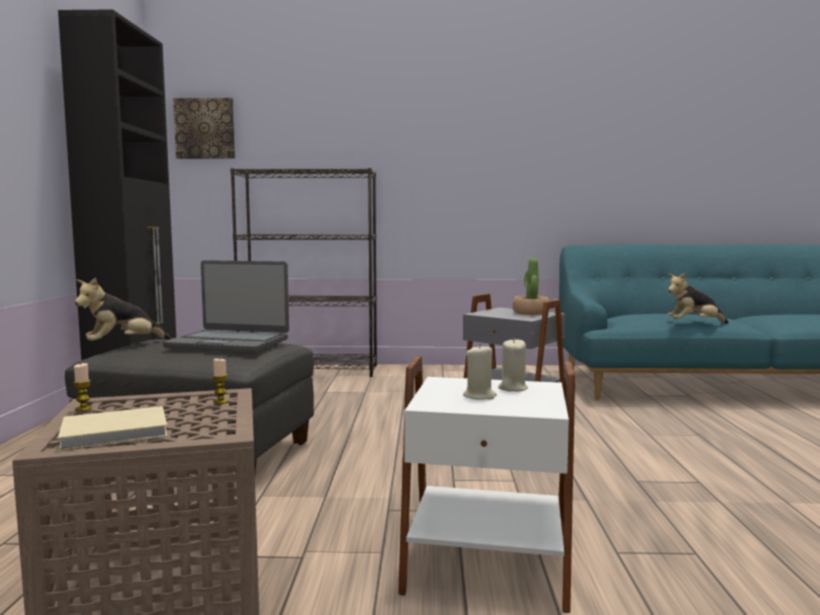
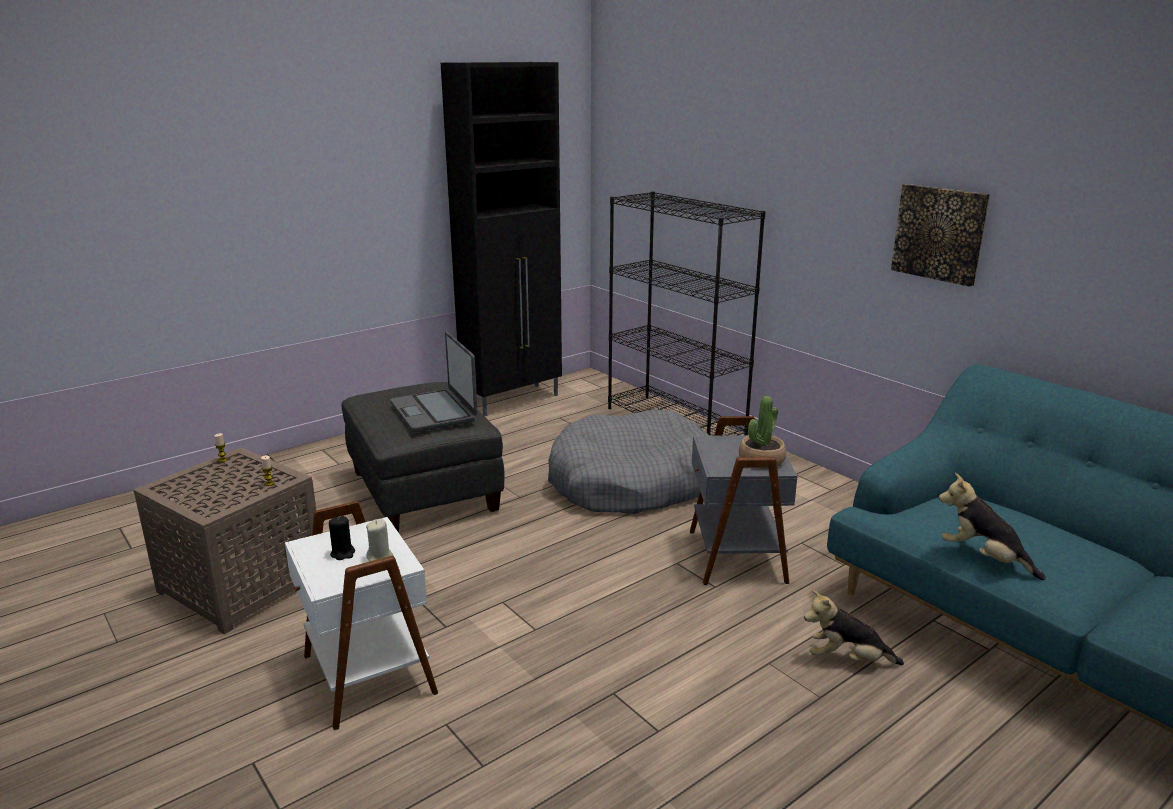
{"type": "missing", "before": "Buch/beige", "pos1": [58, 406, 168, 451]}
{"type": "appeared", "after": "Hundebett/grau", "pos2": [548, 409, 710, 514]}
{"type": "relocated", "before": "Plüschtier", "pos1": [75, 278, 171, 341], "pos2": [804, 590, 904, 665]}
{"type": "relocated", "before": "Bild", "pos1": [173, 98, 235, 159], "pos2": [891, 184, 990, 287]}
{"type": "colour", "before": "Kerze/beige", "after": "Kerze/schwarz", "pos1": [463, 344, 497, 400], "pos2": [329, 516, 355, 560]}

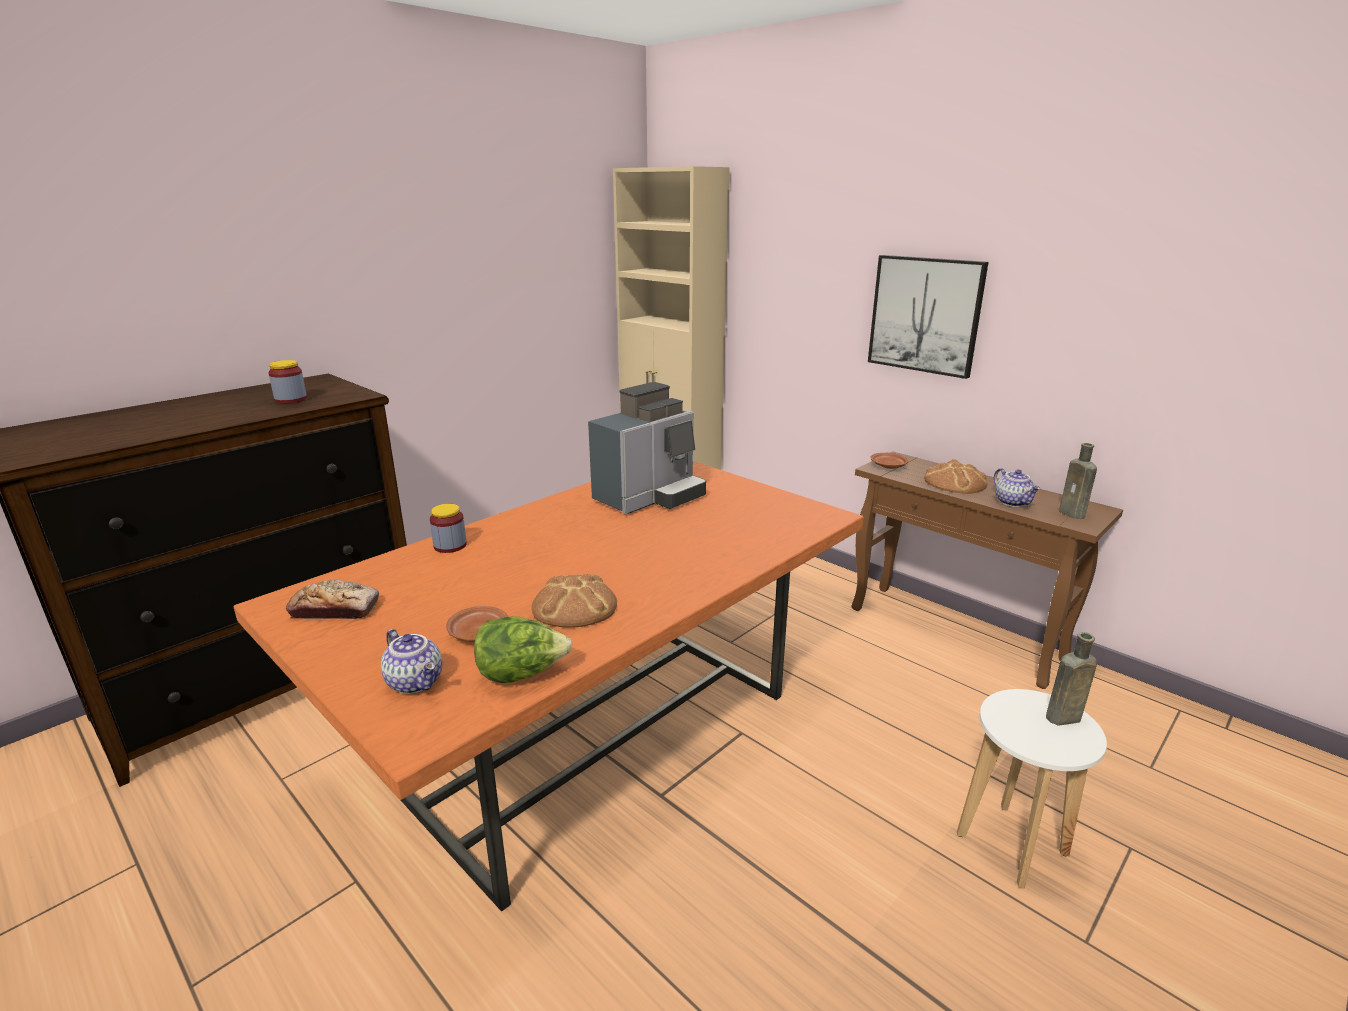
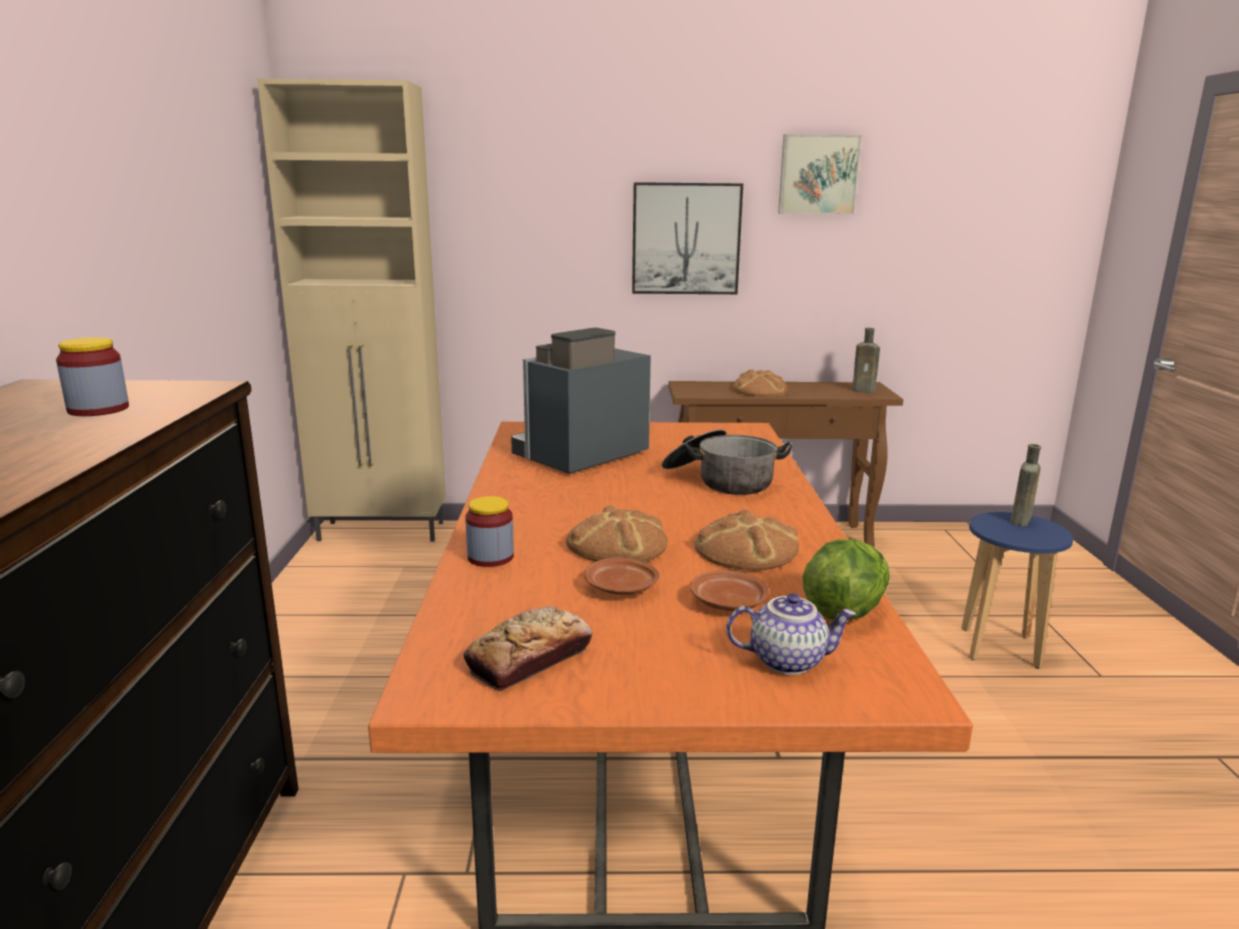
{"type": "missing", "before": "Teekanne", "pos1": [993, 468, 1041, 507]}
{"type": "appeared", "after": "Brot", "pos2": [566, 505, 668, 562]}
{"type": "appeared", "after": "Kochtopf", "pos2": [662, 430, 792, 495]}
{"type": "appeared", "after": "Bild", "pos2": [778, 134, 862, 215]}
{"type": "relocated", "before": "Teller/braun", "pos1": [870, 453, 908, 469], "pos2": [584, 557, 659, 595]}
{"type": "colour", "before": "Hocker/weiß", "after": "Hocker/blau", "pos1": [957, 689, 1107, 889], "pos2": [961, 512, 1073, 669]}
{"type": "spun", "before": "Kaffeemaschine", "pos1": [588, 382, 706, 514], "pos2": [511, 328, 651, 474], "turn": -135}

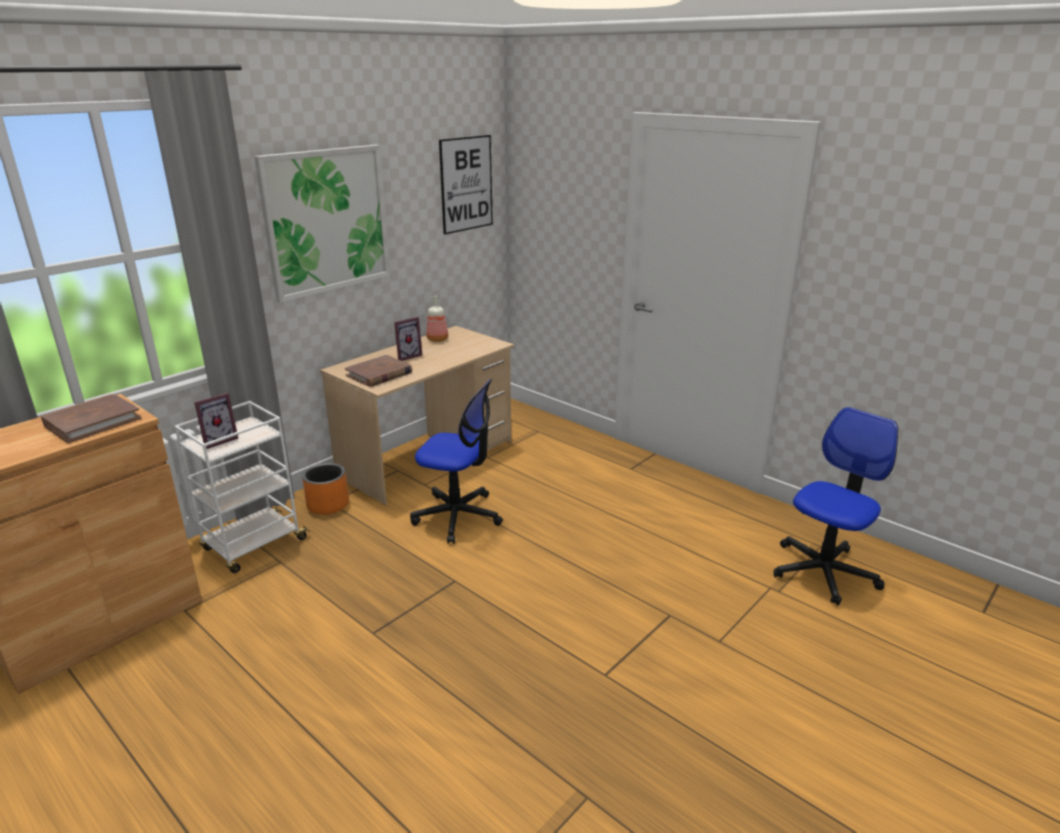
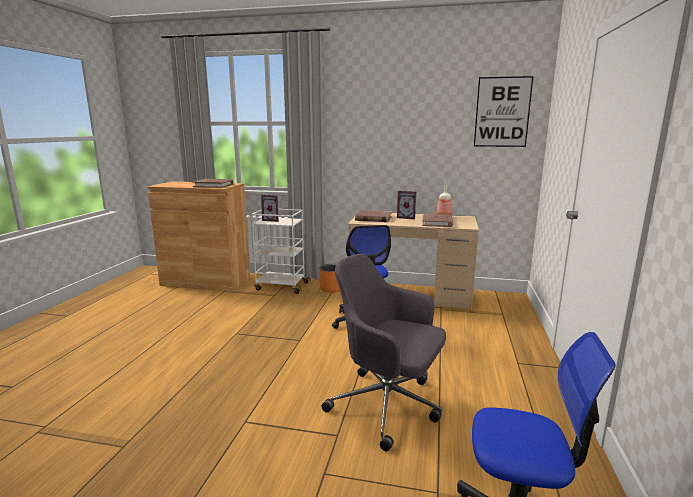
{"type": "missing", "before": "Bild", "pos1": [254, 145, 391, 303]}
{"type": "appeared", "after": "Bürostuhl/grau", "pos2": [322, 254, 446, 451]}
{"type": "appeared", "after": "Buch/braun", "pos2": [422, 214, 453, 227]}

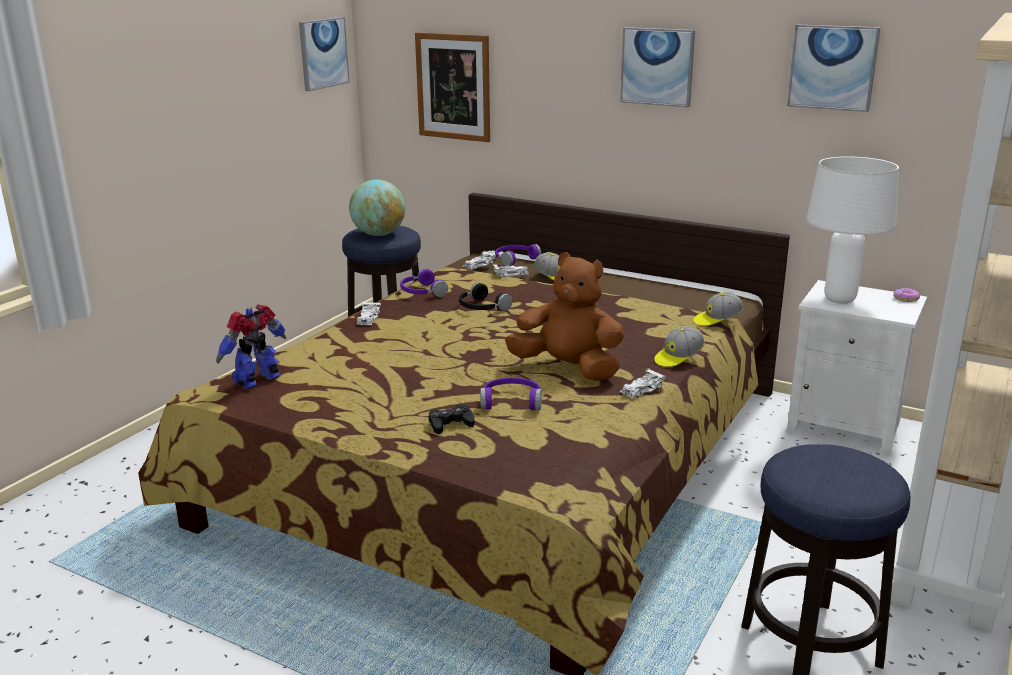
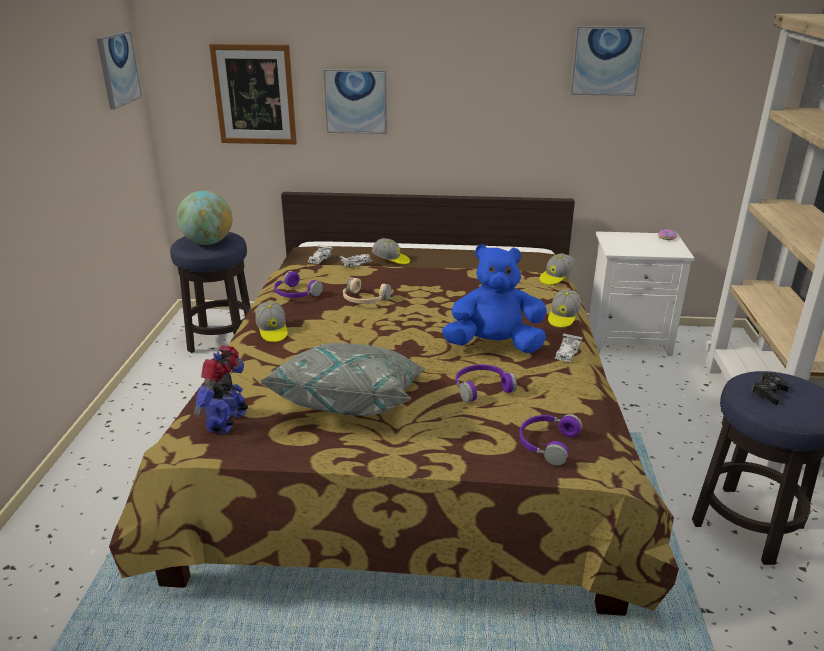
{"type": "missing", "before": "Tischlampe/weiß", "pos1": [806, 156, 899, 304]}
{"type": "appeared", "after": "Kissen/grau", "pos2": [259, 343, 426, 416]}
{"type": "relocated", "before": "Gamepad/schwarz", "pos1": [429, 404, 474, 434], "pos2": [751, 373, 789, 405]}
{"type": "relocated", "before": "Kopfhörer/lila", "pos1": [495, 244, 541, 266], "pos2": [519, 414, 582, 466]}
{"type": "relocated", "before": "Bild", "pos1": [620, 27, 695, 107], "pos2": [323, 69, 387, 134]}
{"type": "exchanged", "before": "Spielzeugauto/weiß", "after": "Kappe", "pos1": [356, 302, 381, 325], "pos2": [255, 302, 288, 342]}
{"type": "colour", "before": "Kopfhörer/schwarz", "after": "Kopfhörer/beige", "pos1": [459, 283, 513, 311], "pos2": [343, 277, 391, 304]}
{"type": "colour", "before": "Plüschtier/braun", "after": "Plüschtier/blau", "pos1": [505, 252, 624, 381], "pos2": [442, 244, 547, 353]}

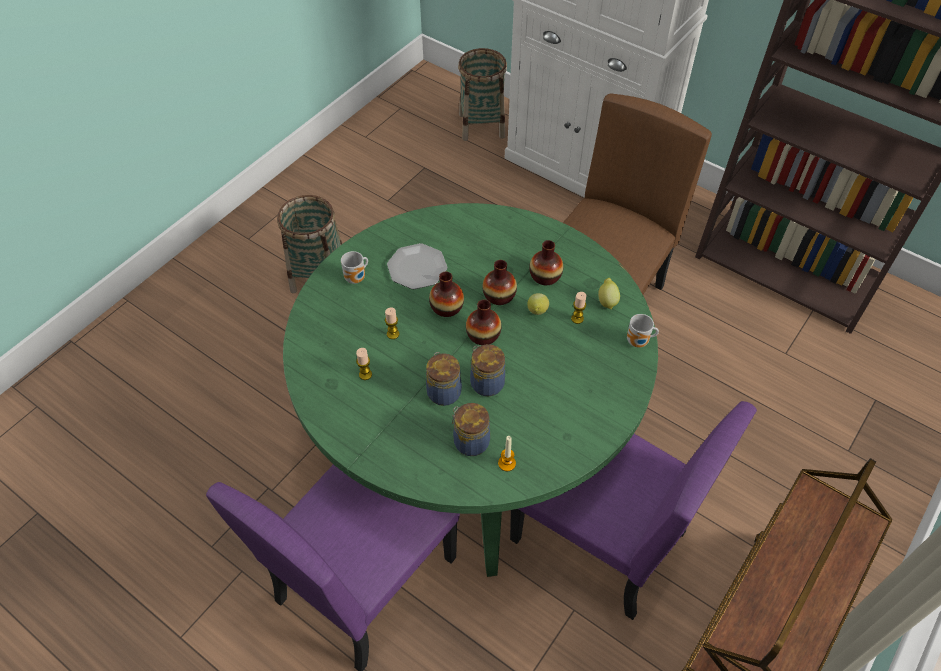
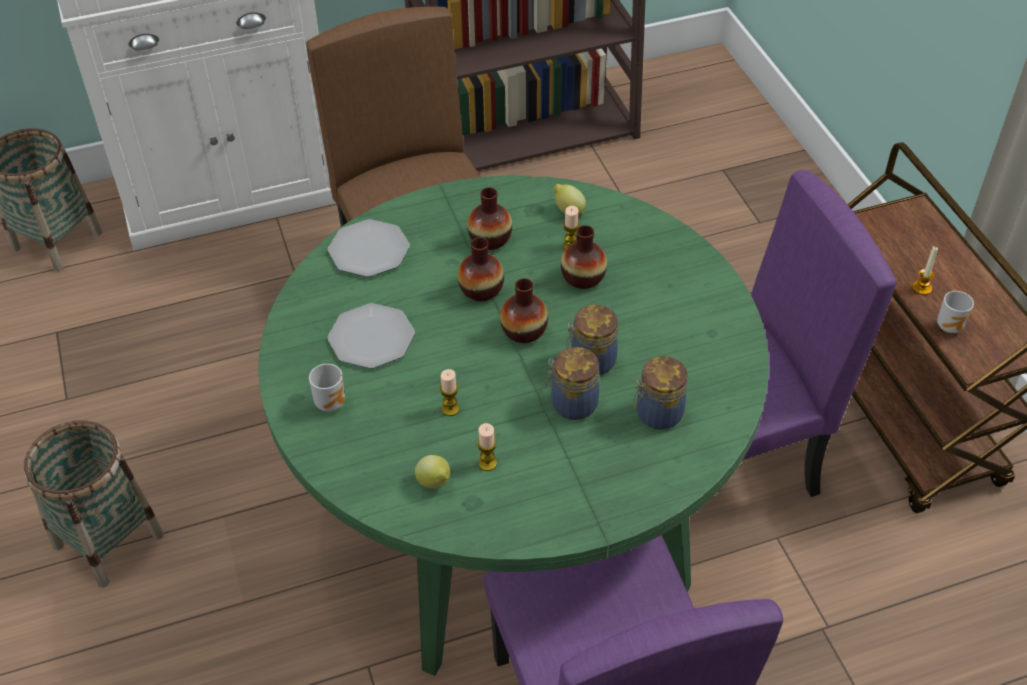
{"type": "appeared", "after": "Teller", "pos2": [328, 219, 410, 277]}
{"type": "relocated", "before": "Vase", "pos1": [429, 271, 464, 317], "pos2": [561, 225, 607, 289]}
{"type": "relocated", "before": "Kerze", "pos1": [498, 436, 516, 471], "pos2": [912, 246, 938, 295]}
{"type": "relocated", "before": "Zitrone", "pos1": [527, 293, 549, 315], "pos2": [415, 455, 450, 488]}
{"type": "relocated", "before": "Henkelbecher", "pos1": [627, 314, 659, 348], "pos2": [937, 291, 974, 333]}

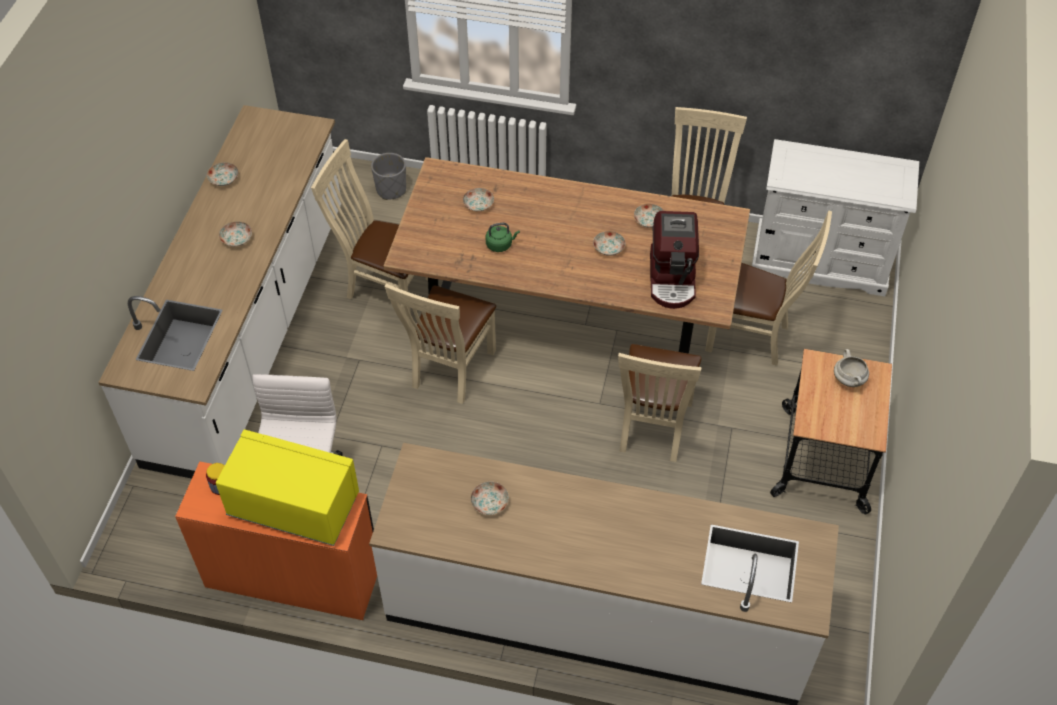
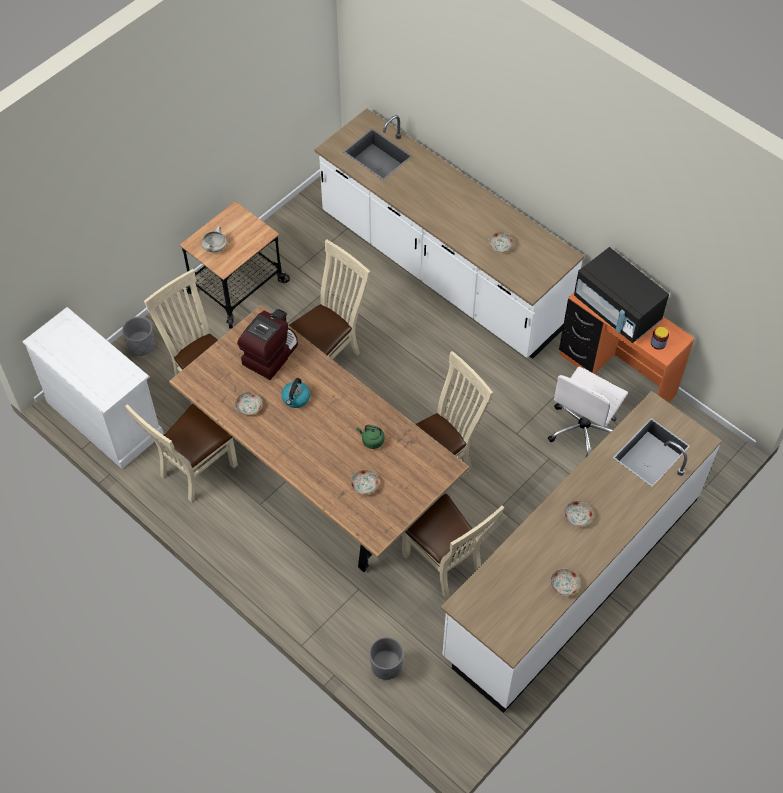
{"type": "appeared", "after": "Pflanzkübel/grau", "pos2": [122, 316, 155, 356]}
{"type": "exchanged", "before": "Teller", "after": "Wasserkessel", "pos1": [593, 231, 626, 256], "pos2": [282, 378, 310, 408]}
{"type": "colour", "before": "Mikrowelle/gelb", "after": "Mikrowelle/schwarz", "pos1": [216, 429, 359, 546], "pos2": [574, 247, 669, 343]}

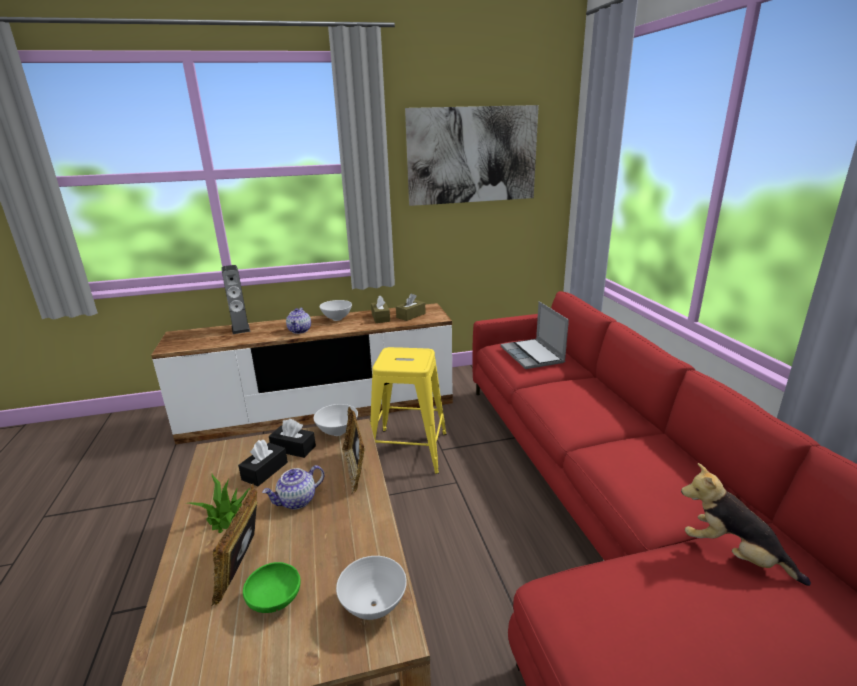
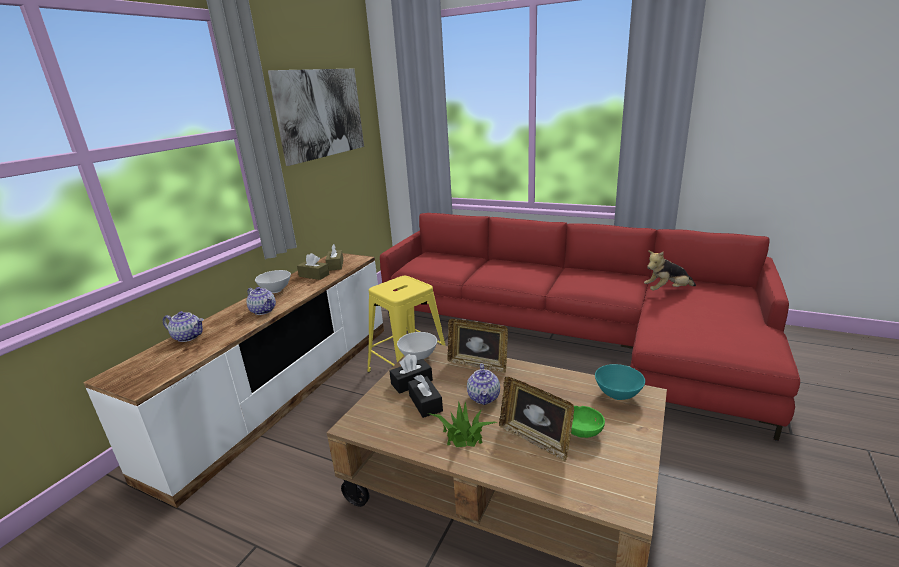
{"type": "missing", "before": "Laptop", "pos1": [501, 301, 569, 369]}
{"type": "exchanged", "before": "Lautsprecher", "after": "Teekanne", "pos1": [221, 265, 250, 334], "pos2": [163, 311, 204, 342]}
{"type": "colour", "before": "Schüssel/weiß", "after": "Schüssel/türkis", "pos1": [336, 556, 407, 620], "pos2": [595, 364, 645, 400]}

